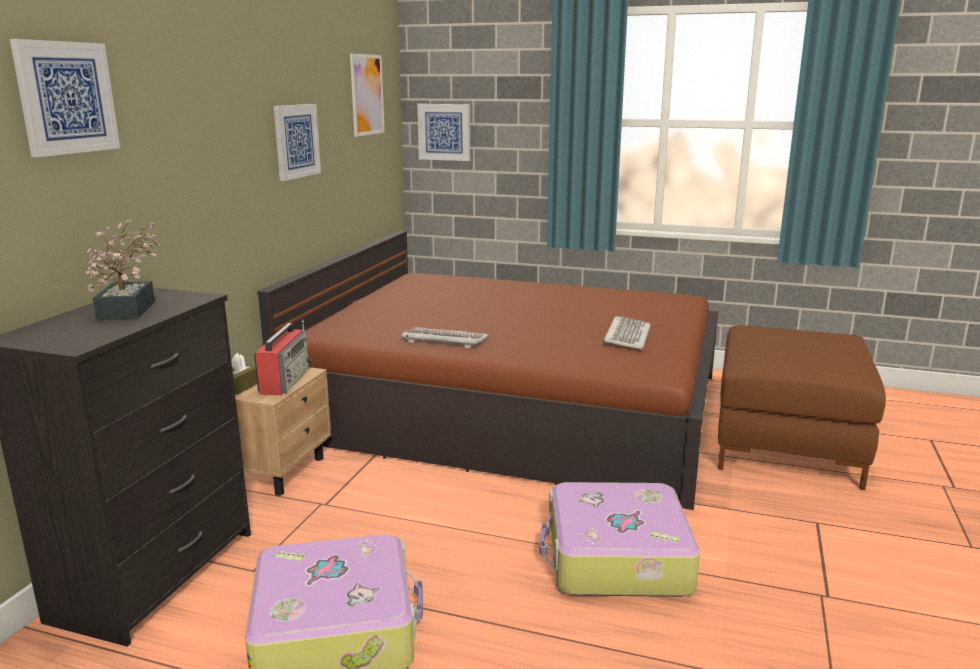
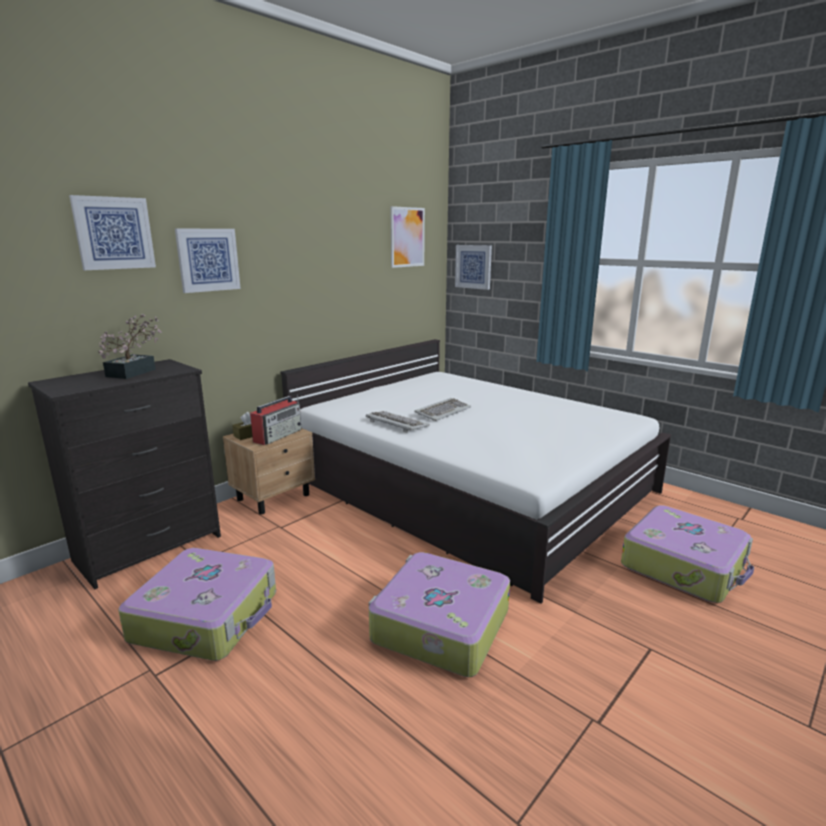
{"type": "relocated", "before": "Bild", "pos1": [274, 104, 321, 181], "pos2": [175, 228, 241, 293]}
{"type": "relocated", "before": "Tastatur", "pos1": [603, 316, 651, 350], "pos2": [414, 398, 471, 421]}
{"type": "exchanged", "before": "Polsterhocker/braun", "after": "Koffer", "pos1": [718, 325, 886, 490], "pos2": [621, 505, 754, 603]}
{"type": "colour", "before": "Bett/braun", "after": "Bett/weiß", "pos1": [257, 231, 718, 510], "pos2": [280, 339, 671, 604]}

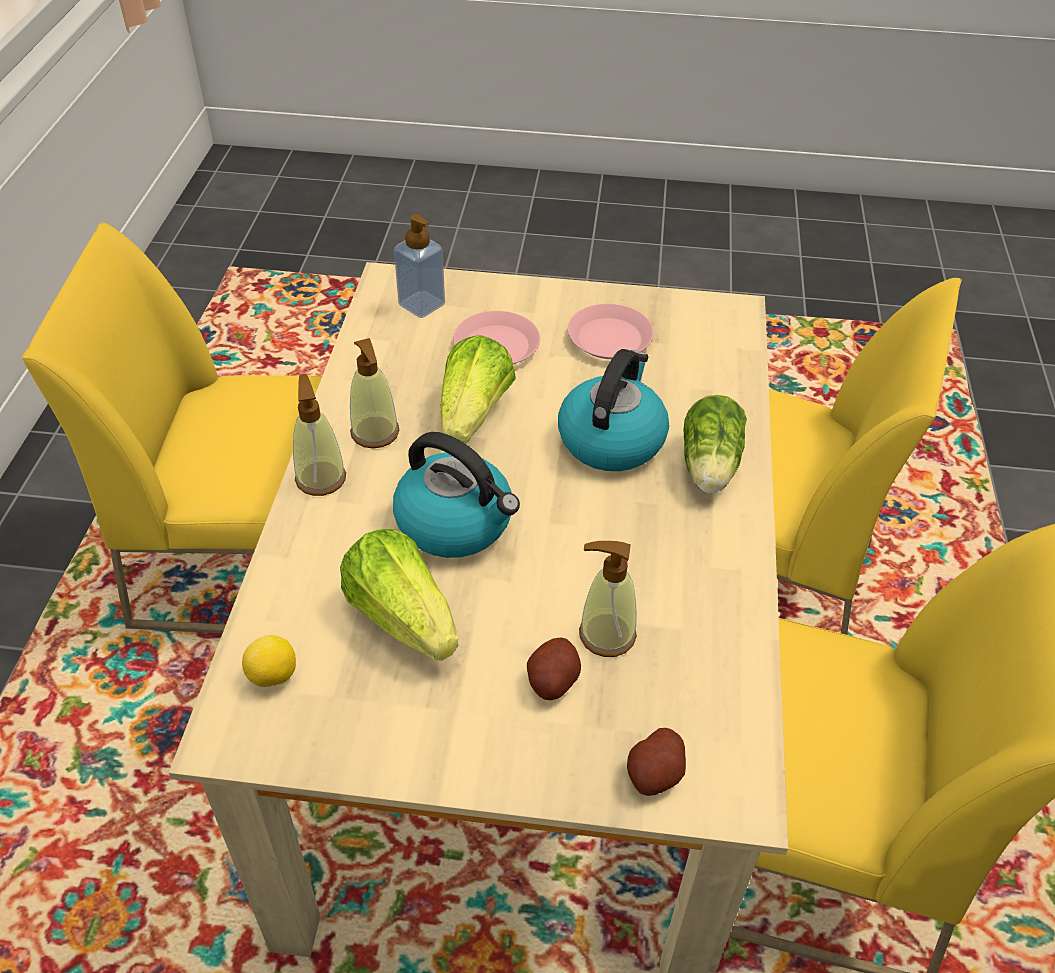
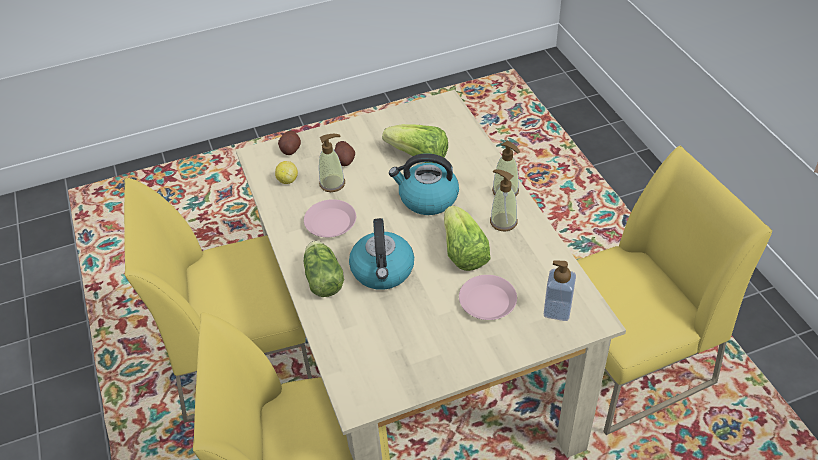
{"type": "relocated", "before": "Zitrone", "pos1": [242, 635, 296, 687], "pos2": [275, 161, 298, 184]}
{"type": "relocated", "before": "Teller/rosa", "pos1": [568, 304, 654, 359], "pos2": [304, 199, 356, 237]}

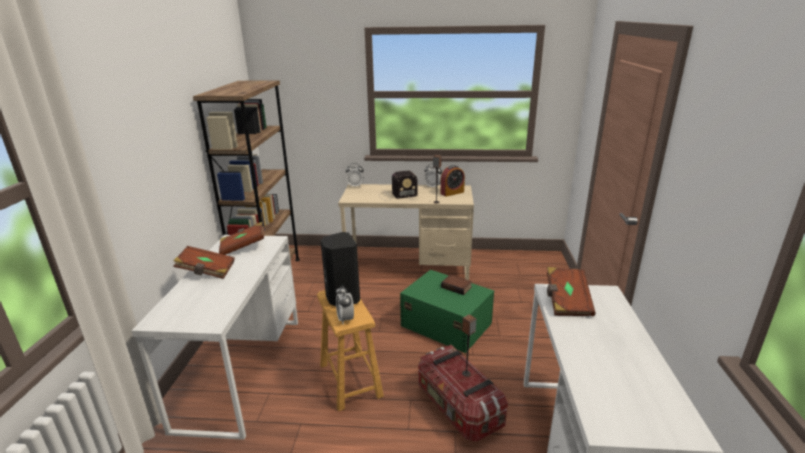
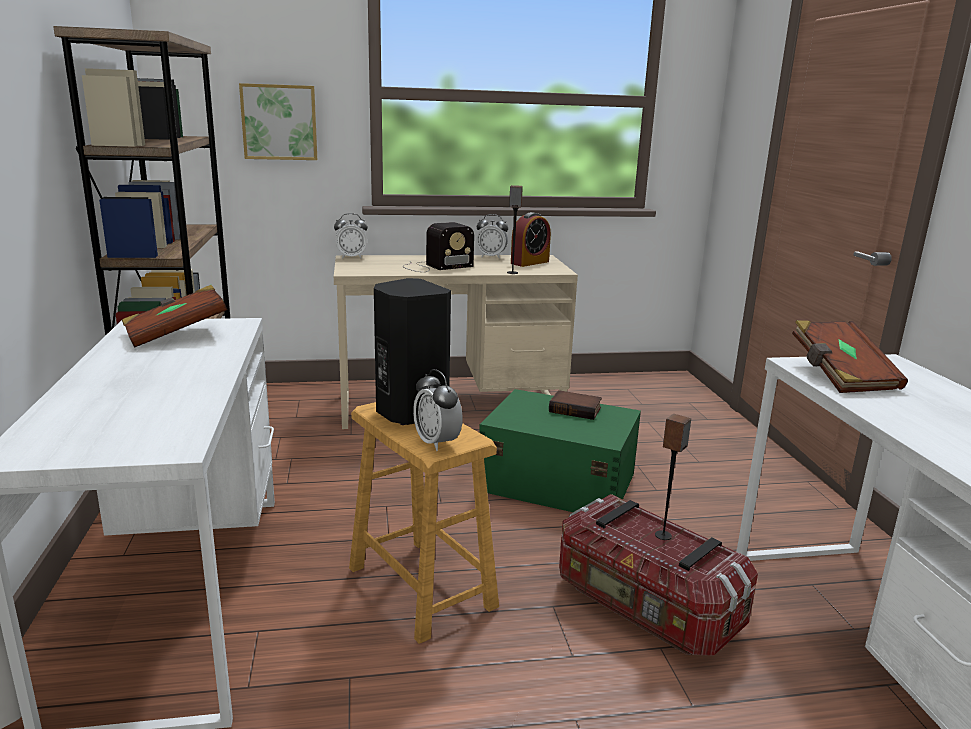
{"type": "missing", "before": "Buch/braun", "pos1": [173, 246, 235, 279]}
{"type": "appeared", "after": "Bild", "pos2": [239, 83, 317, 160]}

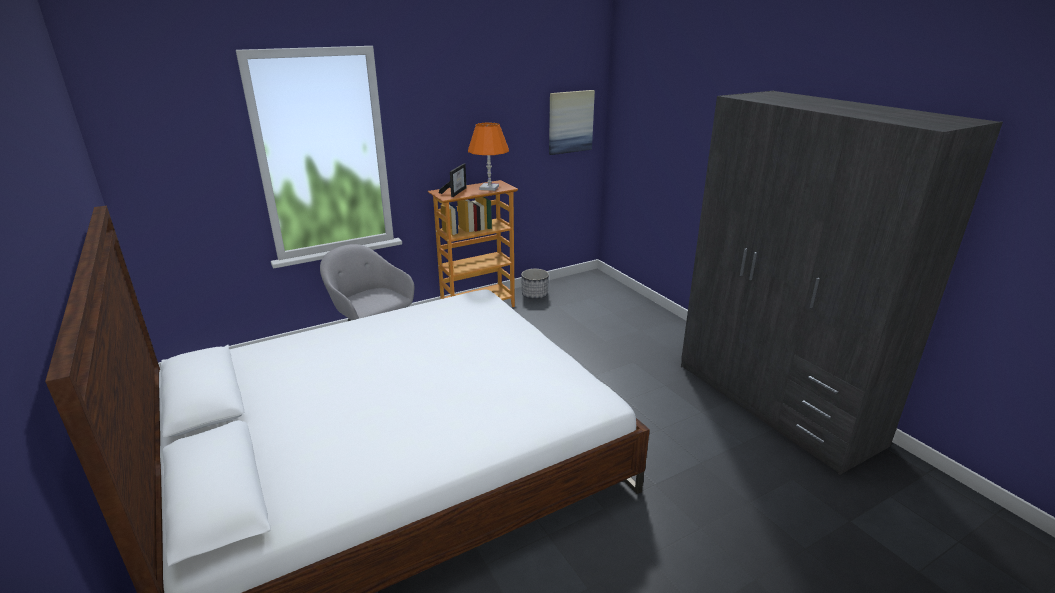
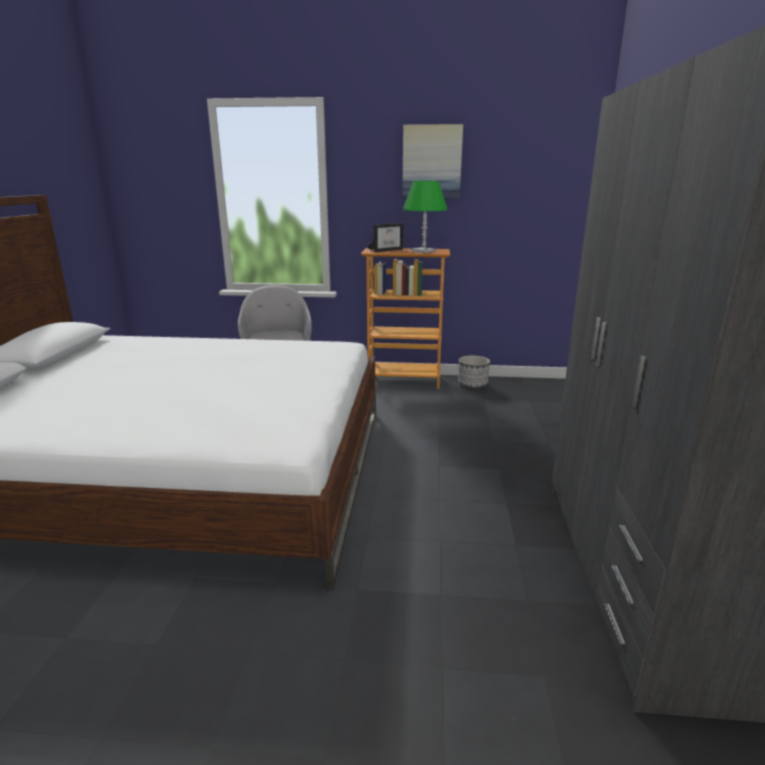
{"type": "relocated", "before": "Bild", "pos1": [549, 90, 595, 155], "pos2": [402, 124, 463, 199]}
{"type": "colour", "before": "Tischlampe/orange", "after": "Tischlampe/grün", "pos1": [468, 123, 509, 191], "pos2": [403, 181, 447, 253]}

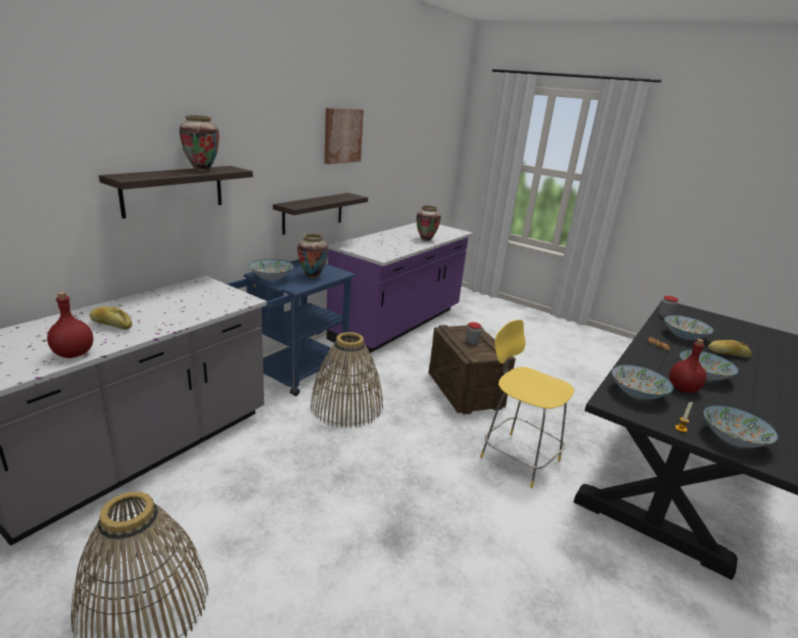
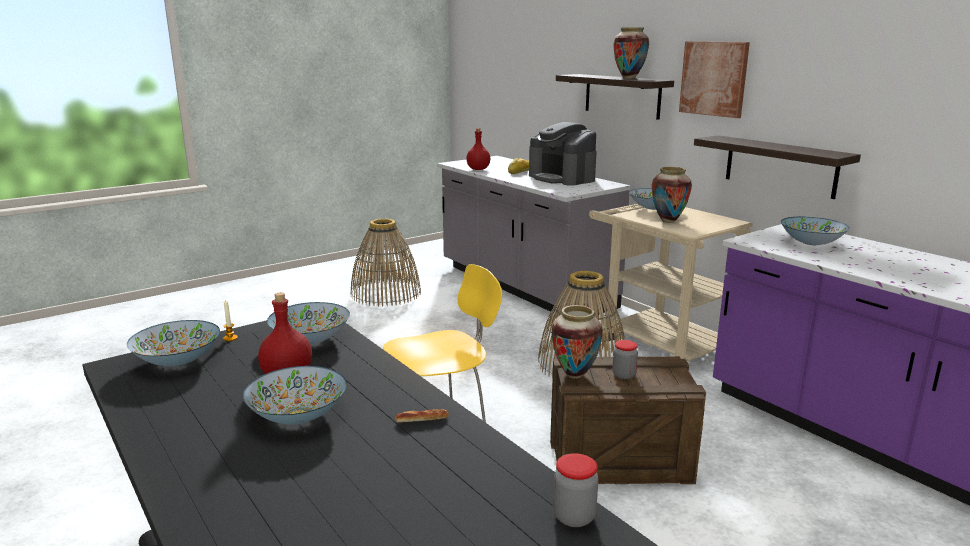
{"type": "missing", "before": "Brot", "pos1": [708, 340, 752, 358]}
{"type": "appeared", "after": "Kaffeemaschine", "pos2": [529, 122, 597, 186]}
{"type": "relocated", "before": "Bild", "pos1": [324, 108, 364, 164], "pos2": [679, 41, 750, 118]}
{"type": "relocated", "before": "Vase", "pos1": [416, 205, 441, 241], "pos2": [552, 305, 603, 379]}
{"type": "relocated", "before": "Schüssel", "pos1": [664, 315, 714, 340], "pos2": [781, 217, 850, 245]}
{"type": "colour", "before": "Rollwagen/blau", "after": "Rollwagen/beige", "pos1": [227, 259, 356, 396], "pos2": [589, 203, 753, 361]}

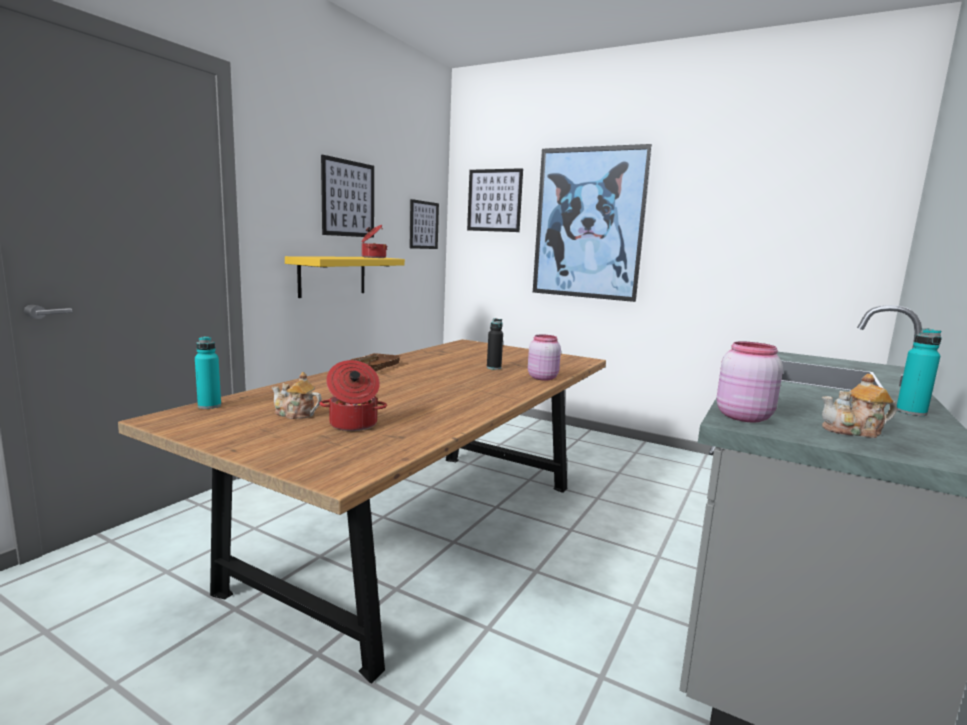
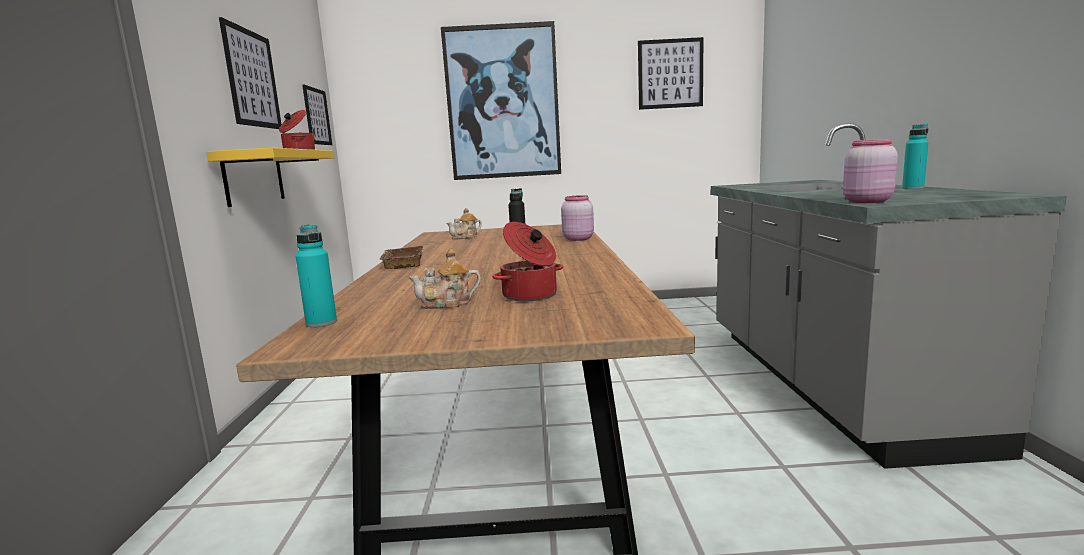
{"type": "relocated", "before": "Bild", "pos1": [467, 168, 523, 232], "pos2": [638, 37, 703, 110]}
{"type": "relocated", "before": "Teekanne", "pos1": [822, 374, 897, 438], "pos2": [447, 208, 482, 239]}

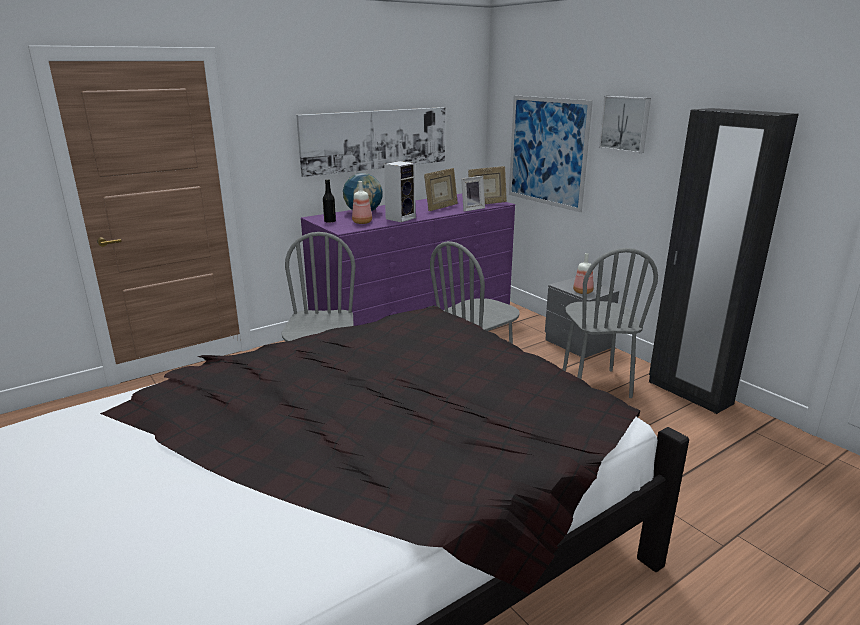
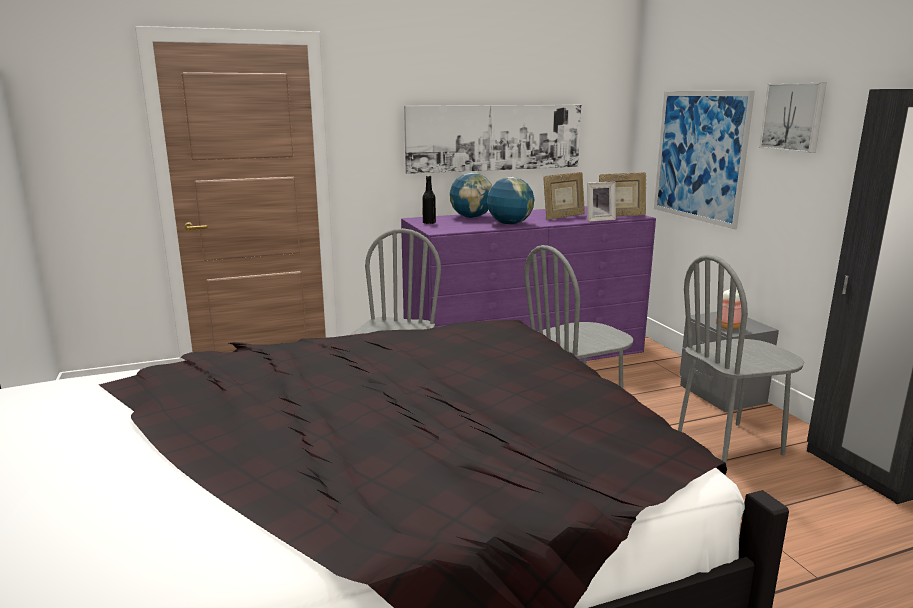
{"type": "missing", "before": "Flasche", "pos1": [352, 181, 372, 224]}
{"type": "exchanged", "before": "Lautsprecher", "after": "Globus", "pos1": [384, 161, 416, 222], "pos2": [487, 177, 534, 225]}
{"type": "spun", "before": "Stuhl/grau", "pos1": [563, 248, 658, 398], "pos2": [678, 255, 804, 463], "turn": 60}

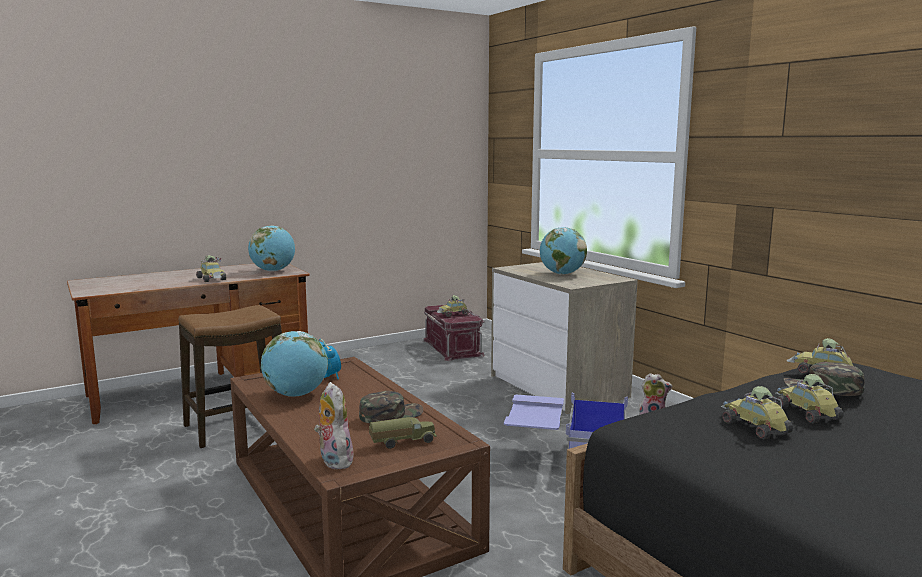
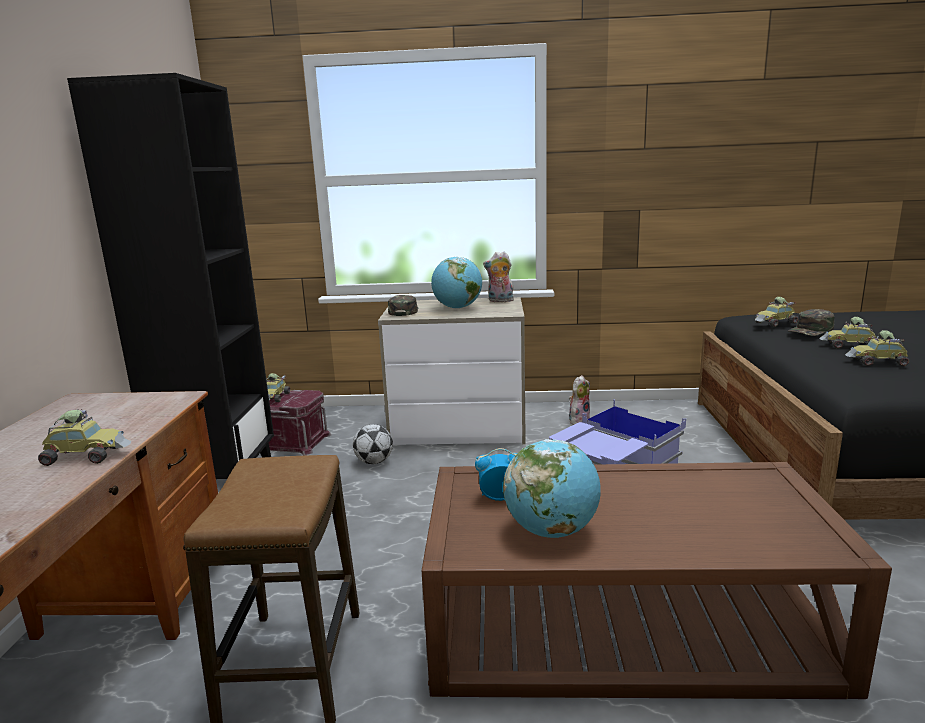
{"type": "missing", "before": "Globus", "pos1": [248, 225, 295, 272]}
{"type": "missing", "before": "Spielzeuglaster", "pos1": [369, 417, 437, 449]}
{"type": "appeared", "after": "Bücherregal/schwarz", "pos2": [67, 73, 274, 479]}
{"type": "appeared", "after": "Fußball", "pos2": [353, 424, 393, 464]}
{"type": "relocated", "before": "Plüschtier", "pos1": [314, 382, 356, 469], "pos2": [483, 252, 514, 302]}
{"type": "relocated", "before": "Kappe/grün", "pos1": [359, 391, 423, 423], "pos2": [388, 295, 418, 316]}

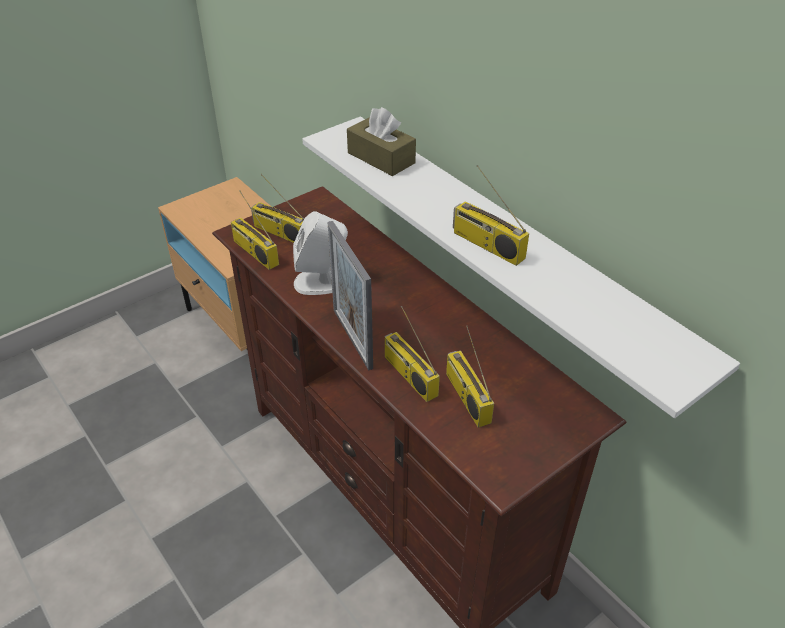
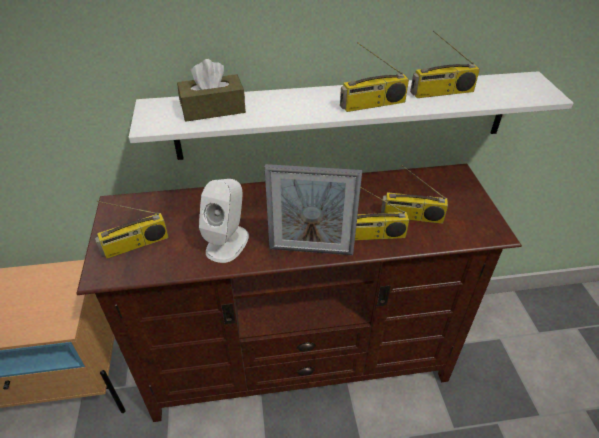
{"type": "relocated", "before": "Radio", "pos1": [231, 190, 279, 270], "pos2": [410, 31, 480, 98]}

